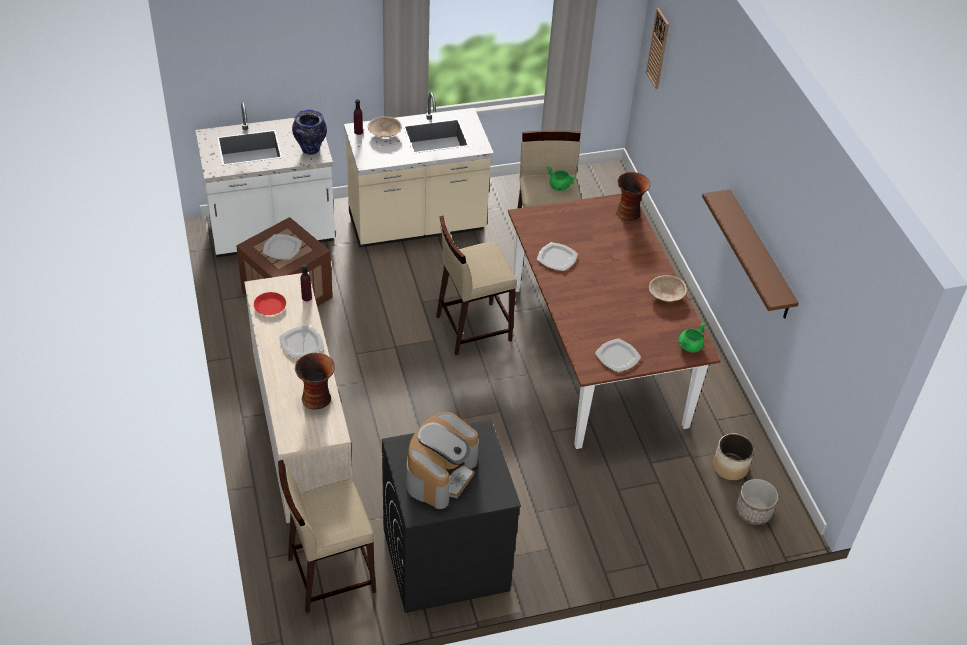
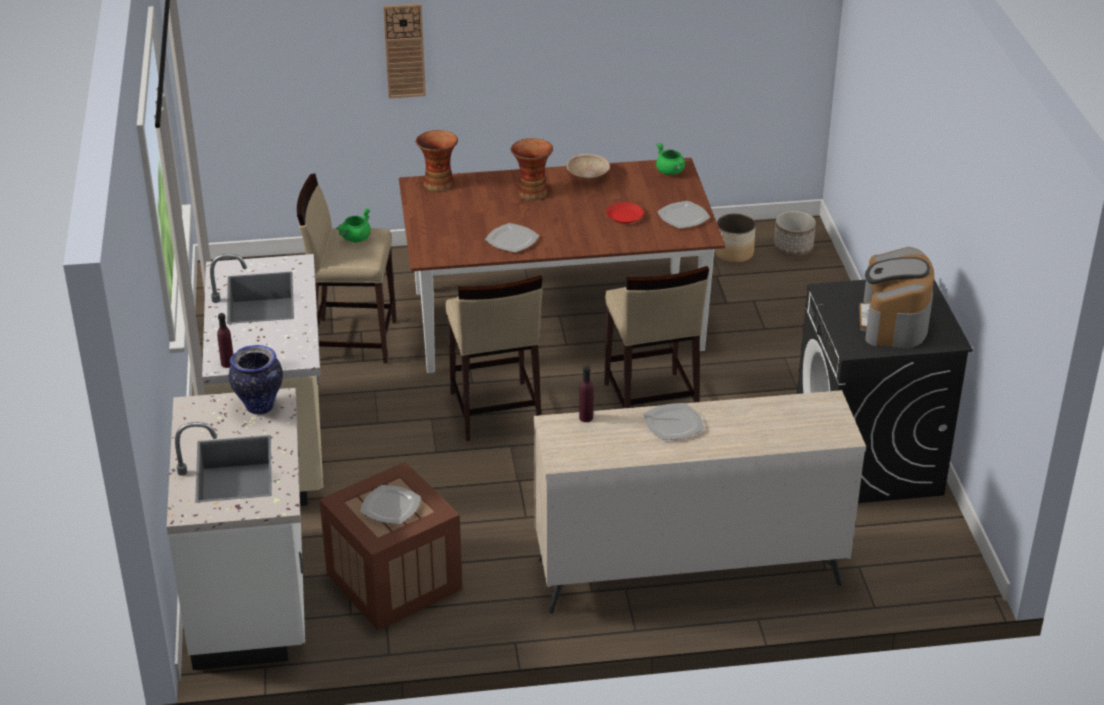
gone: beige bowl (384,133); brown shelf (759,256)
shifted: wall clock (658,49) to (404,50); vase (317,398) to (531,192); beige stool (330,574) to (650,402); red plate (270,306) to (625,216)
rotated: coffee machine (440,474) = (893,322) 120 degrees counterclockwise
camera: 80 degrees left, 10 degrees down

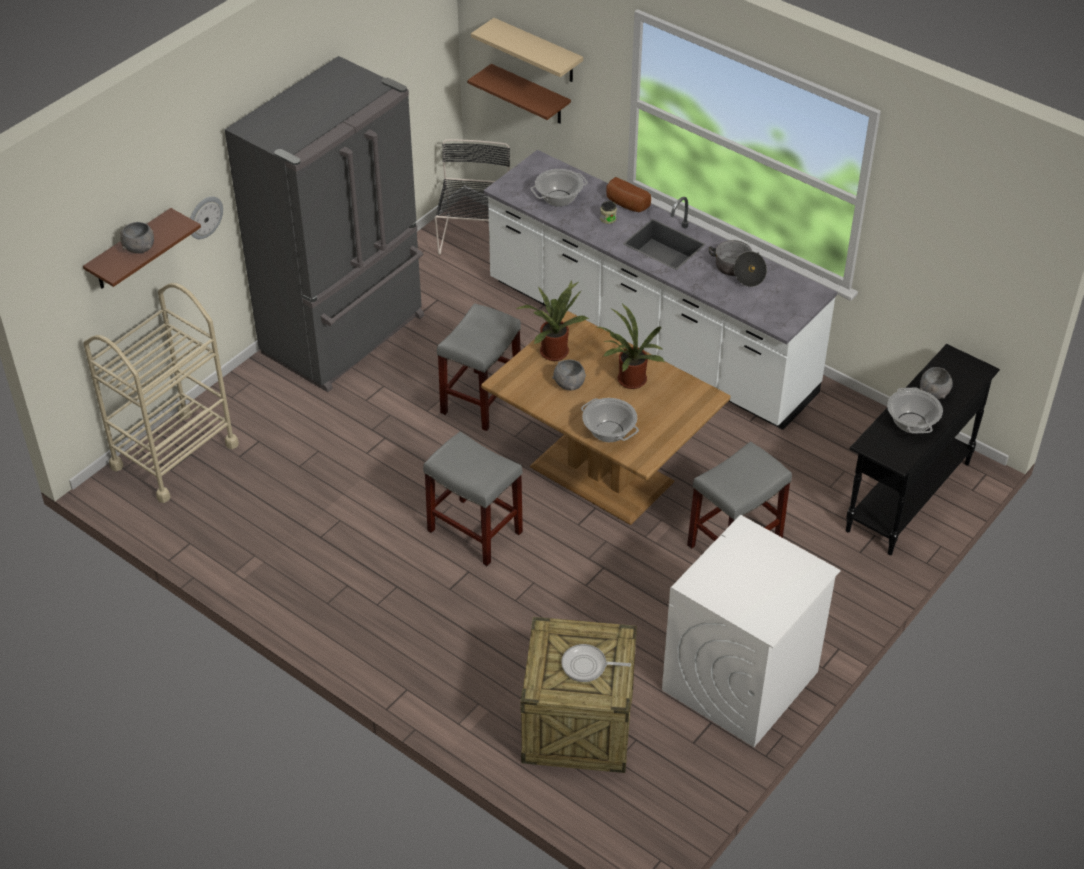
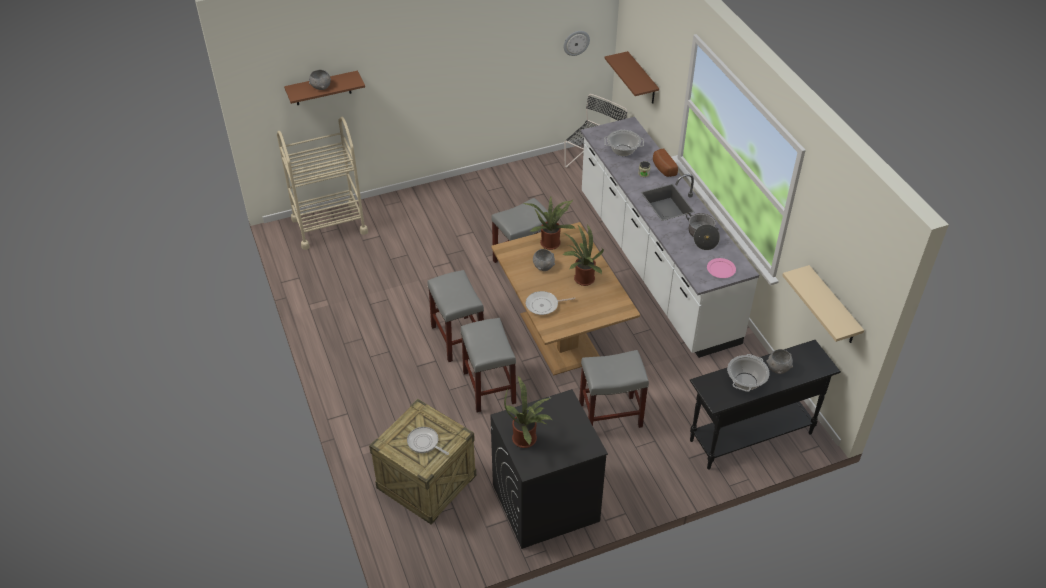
gone: grey fridge (346,336)
new: grey stool (488,387); potted plant (527,439); pink plate (720,269)
shifted: wall clock (204,217) to (576,42); beige shelf (538,51) to (833,306)
swapped: cooking pot (609,432) to frying pan (544,305)
repainted: white washing machine (740,681) to black washing machine (545,503)
camera: 30 degrees right, 0 degrees up

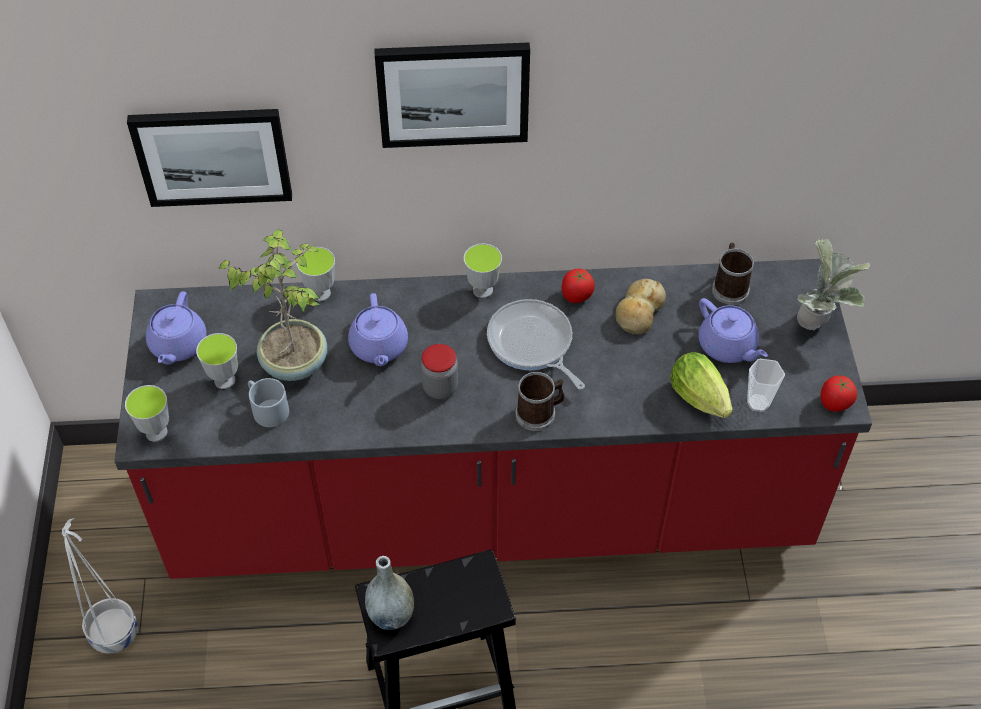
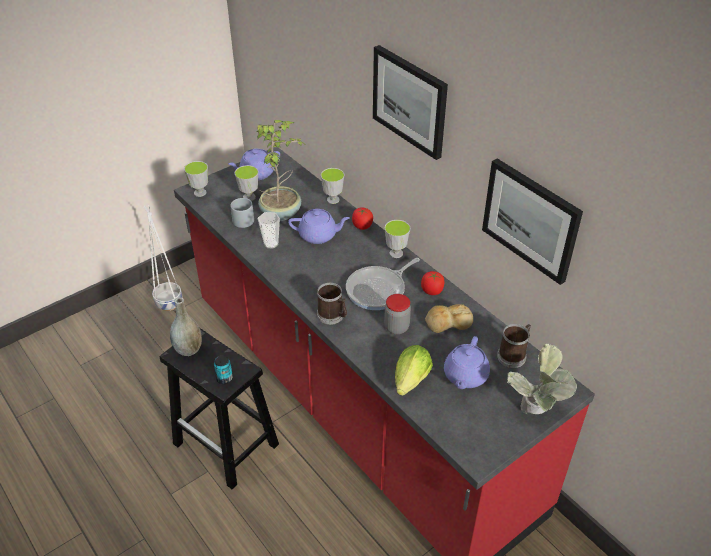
new: can (224,378)
shifted: cup (758,403) to (271,244); tomato (834,403) to (362,226); jar (440,387) to (396,327); picture (213,155) to (531,219)
rotated: purple teapot (379,347) = (318,235) 135 degrees counterclockwise; frying pan (532,344) = (378,290) 150 degrees counterclockwise
camera: 55 degrees right, 10 degrees down

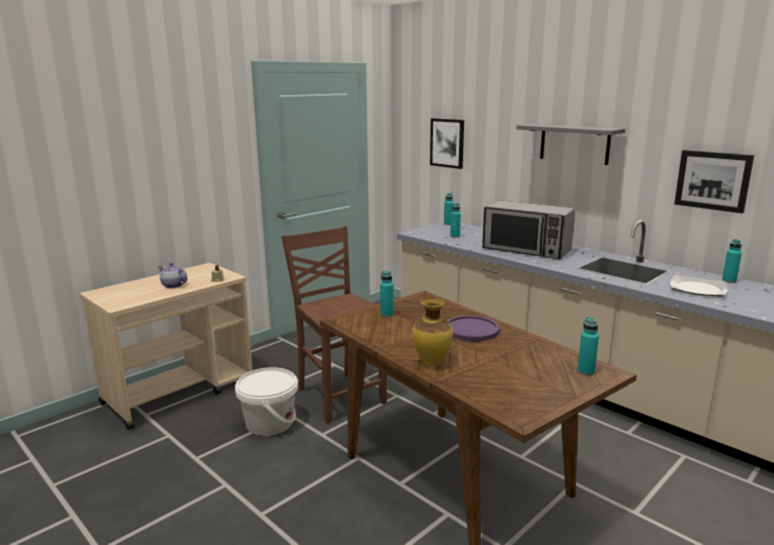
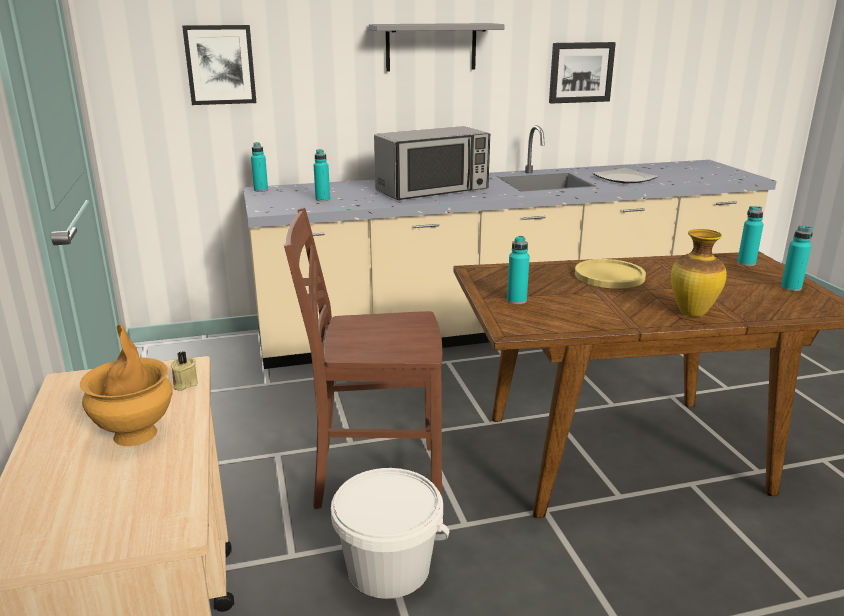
shifted: turquoise bottle (729,281) to (791,287)
swapped: teapot (173,285) to brown vase (136,435)
repainted: purple plate (471,330) to yellow plate (609,276)
camera: 60 degrees left, 5 degrees up

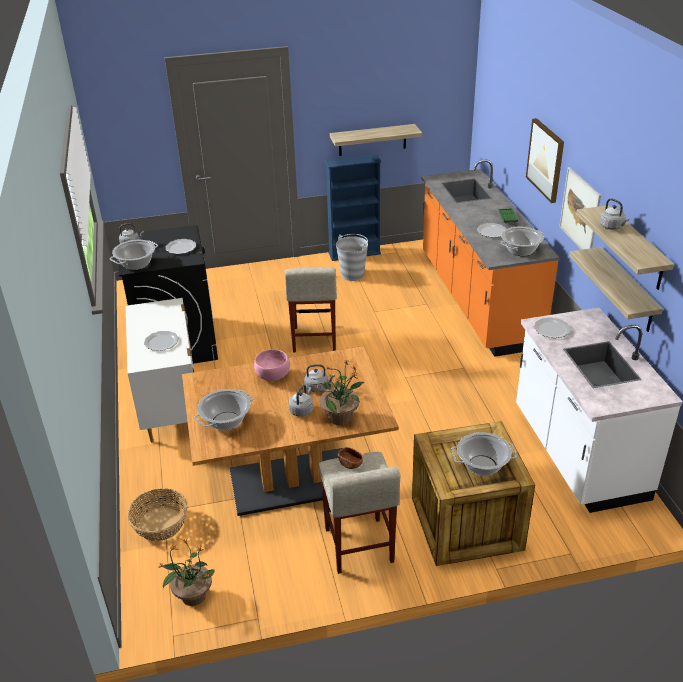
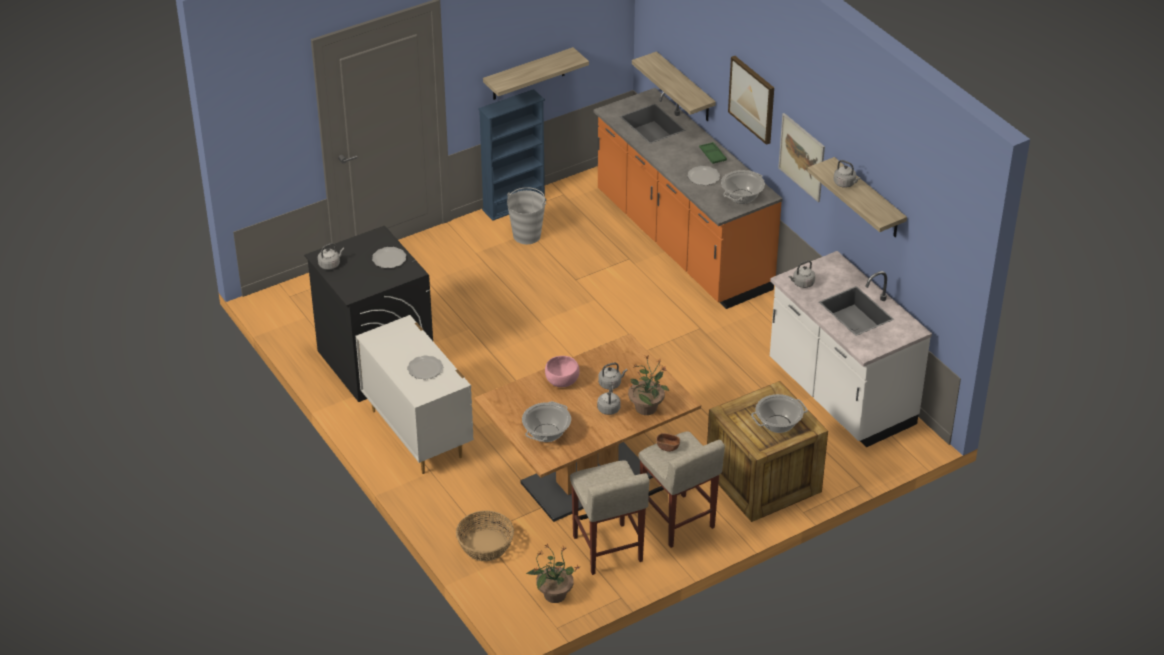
gone: cooking pot (136,264)
shifted: beige stool (314,339) to (607,549); shelf (627,290) to (685,88)
swapped: plate (551,329) to grey kettle (802,283)
camera: 20 degrees left, 5 degrees up

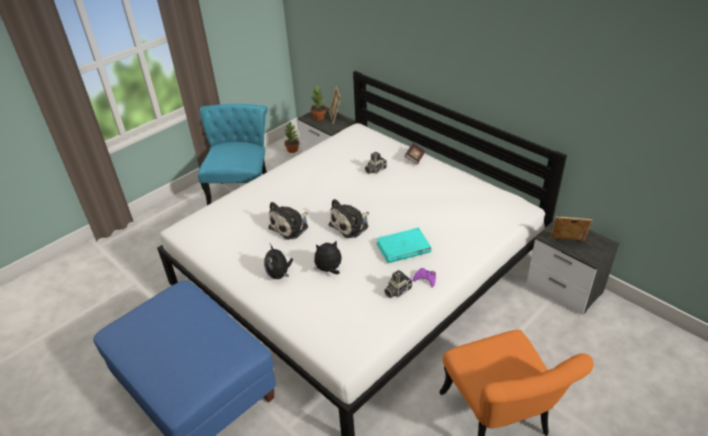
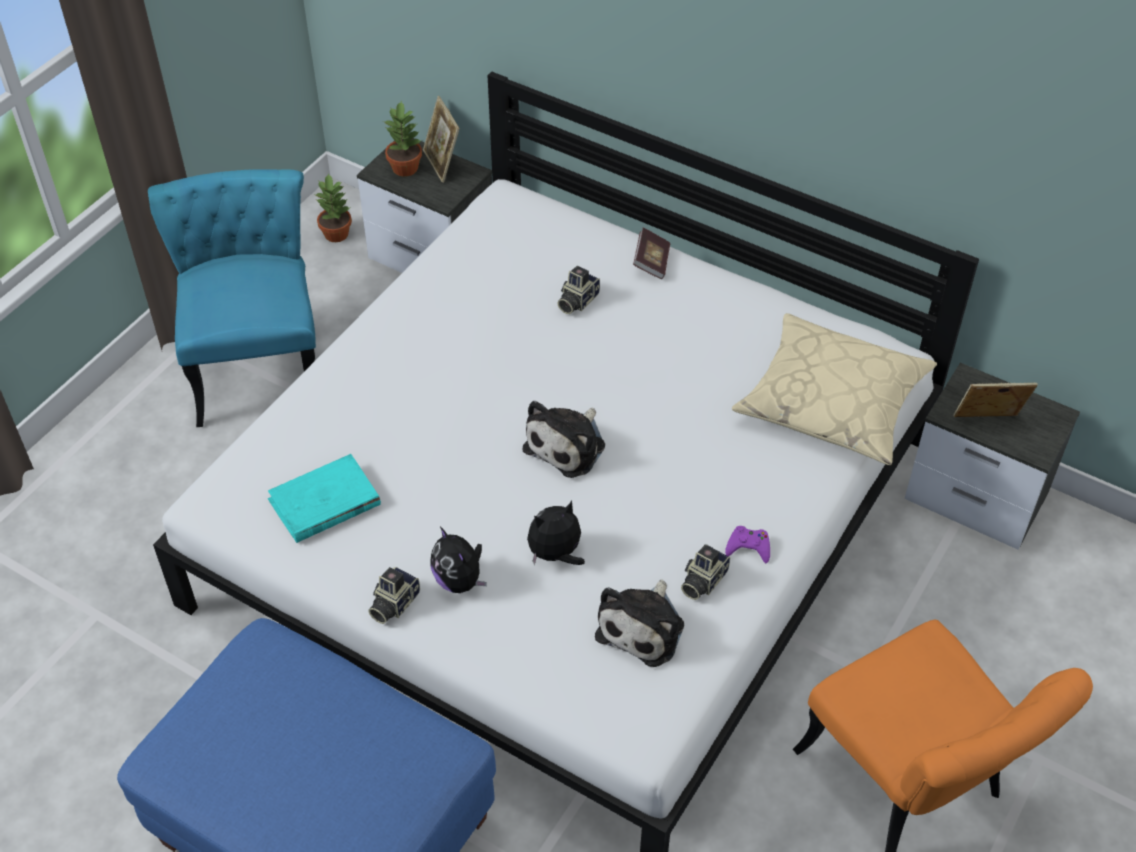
new: photo camera (393,604); beige pillow (832,402)
shifted: turquoise book (403,248) to (324,503); plush toy (290,226) to (643,627)
camera: 15 degrees left, 10 degrees up

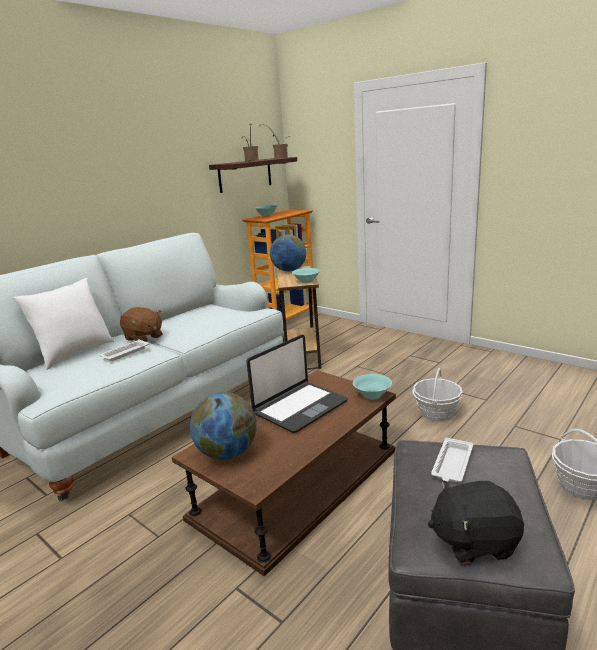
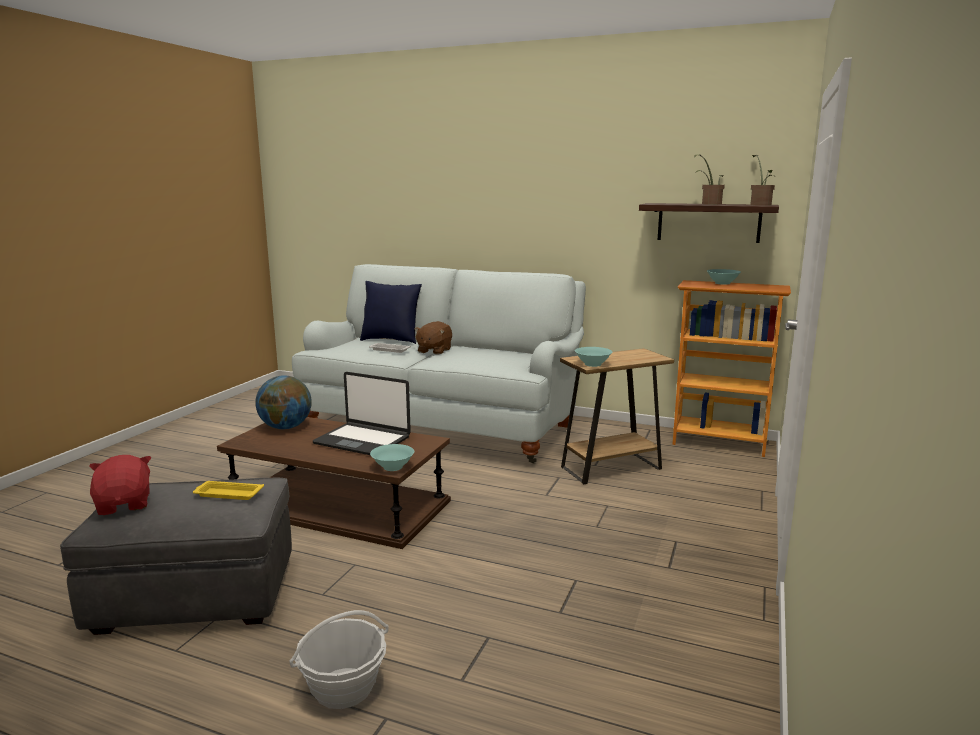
gone: globe (289,270); basket (436,413)
repainted: black plush toy (474,540) to red plush toy (125,504); white tray (452,464) to yellow tray (227,494); white pillow (75,353) to blue pillow (391,340)
camera: 70 degrees right, 5 degrees down

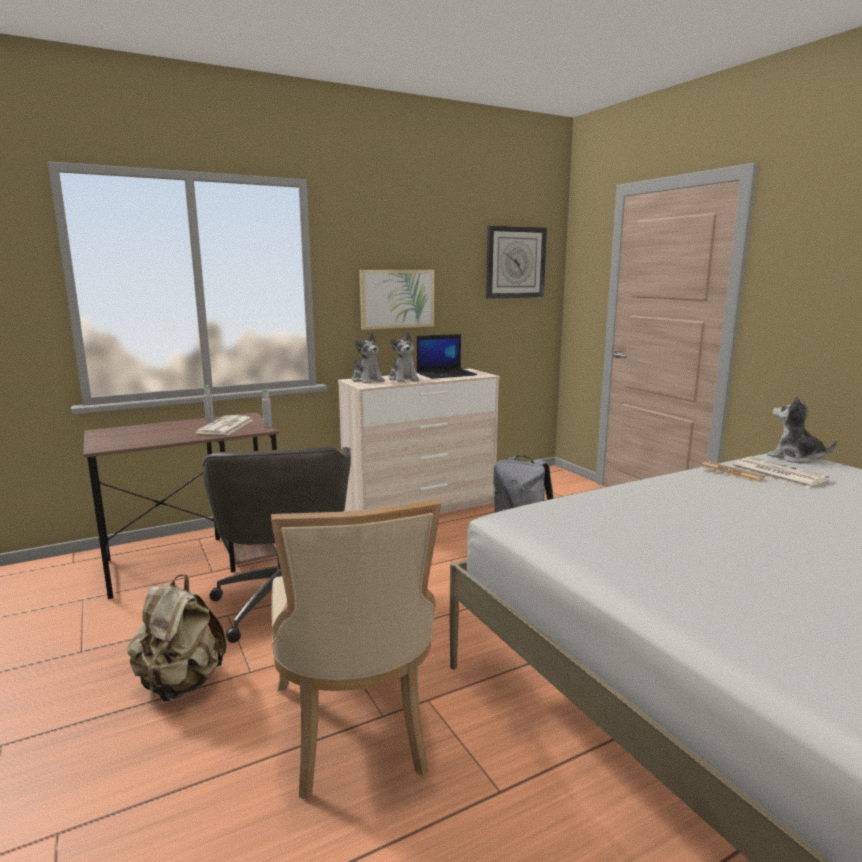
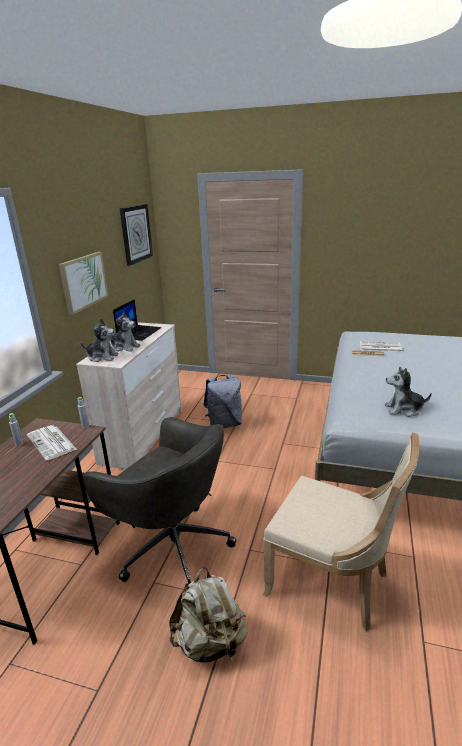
shifted: plush toy (795,458) to (404,409)
camera: 45 degrees left, 10 degrees up

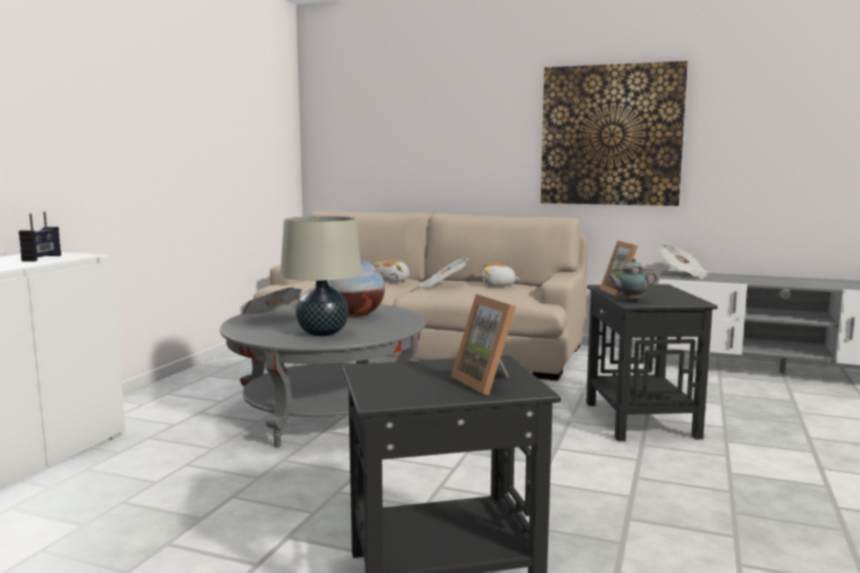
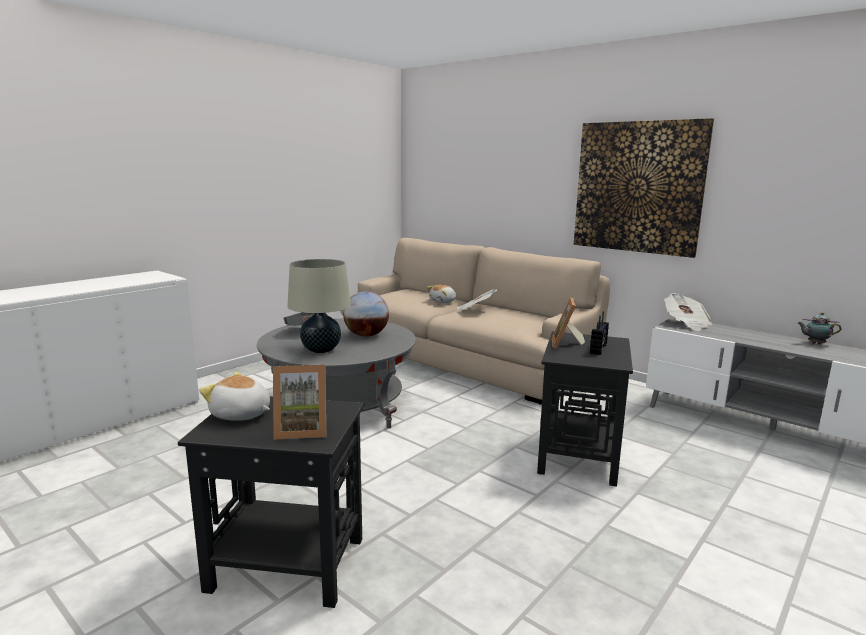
shifted: plush toy (498,285) to (240,415); radio (42,258) to (599,349); teapot (629,301) to (814,343)
rotated: picture frame (488,383) = (301,430) 90 degrees counterclockwise
camera: 20 degrees right, 5 degrees up

